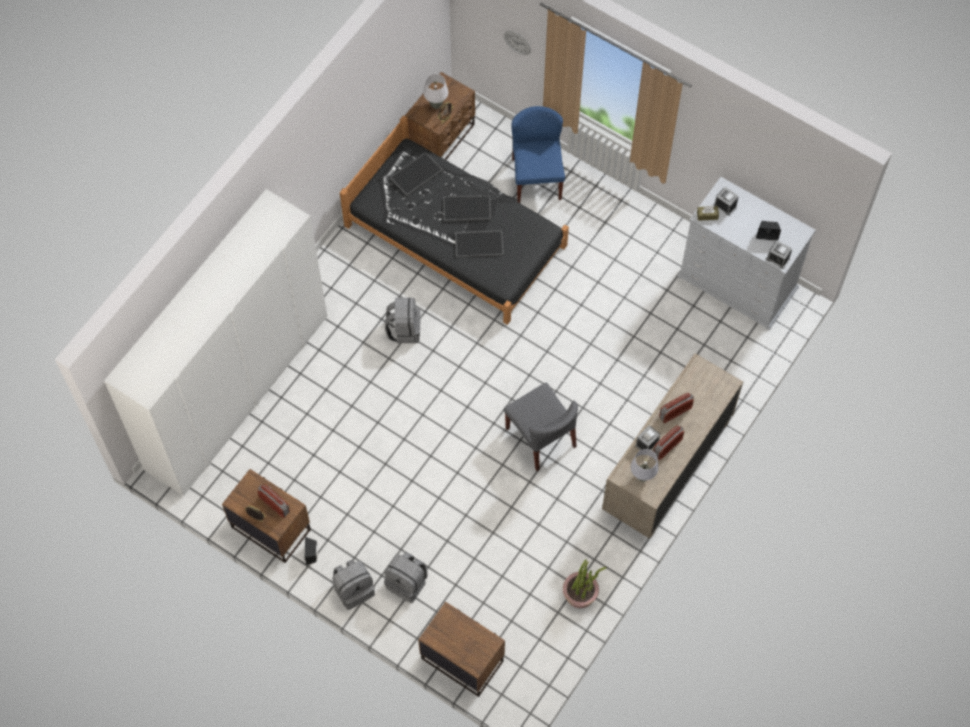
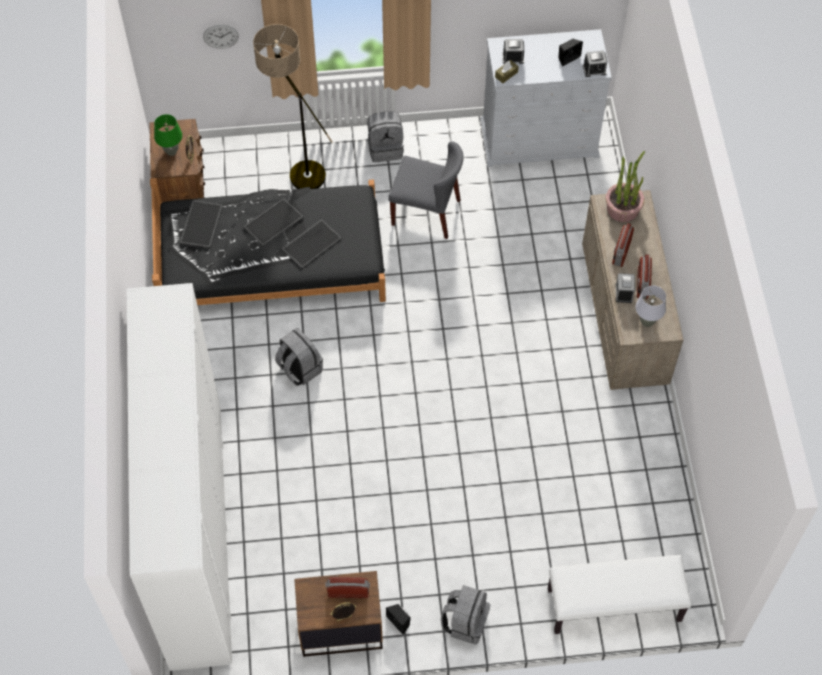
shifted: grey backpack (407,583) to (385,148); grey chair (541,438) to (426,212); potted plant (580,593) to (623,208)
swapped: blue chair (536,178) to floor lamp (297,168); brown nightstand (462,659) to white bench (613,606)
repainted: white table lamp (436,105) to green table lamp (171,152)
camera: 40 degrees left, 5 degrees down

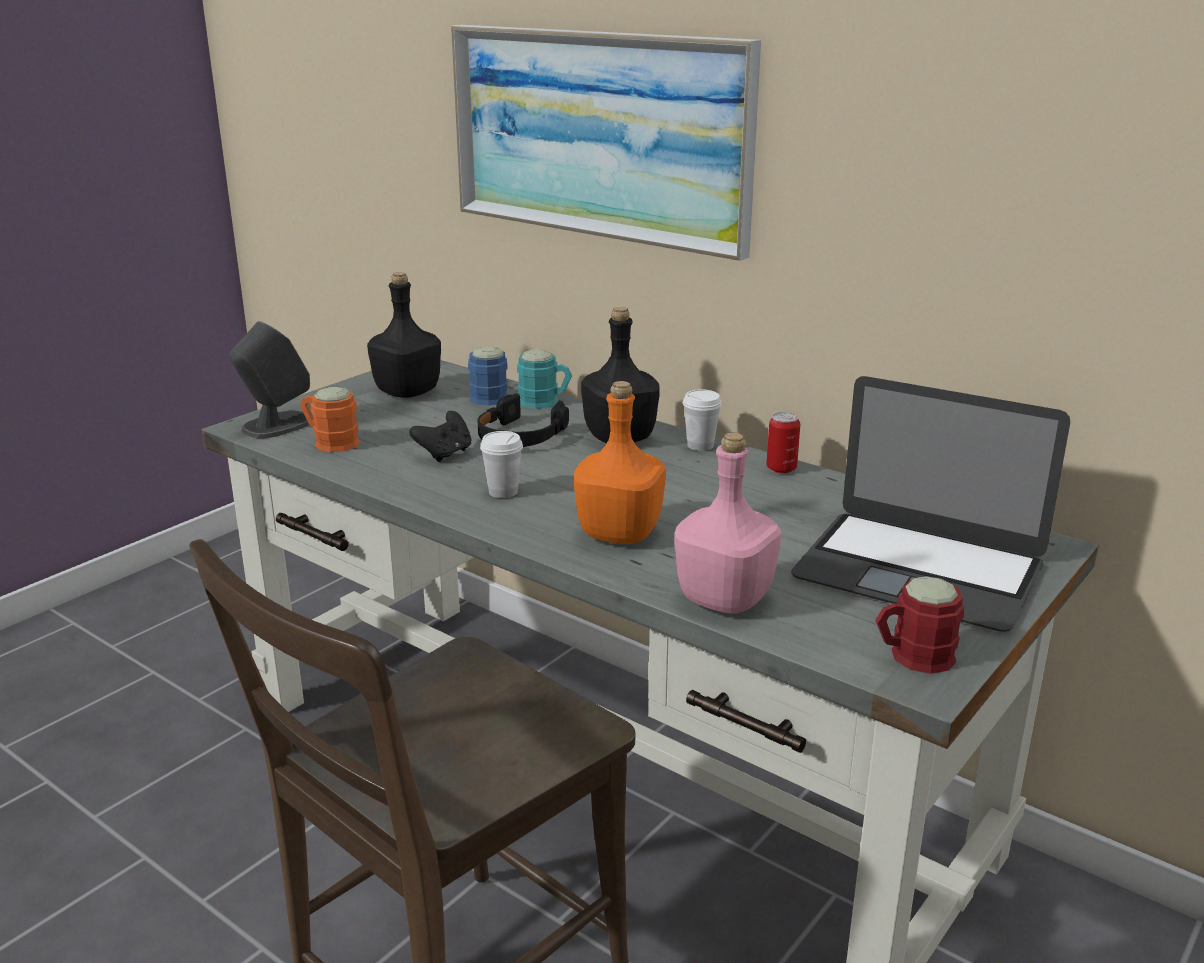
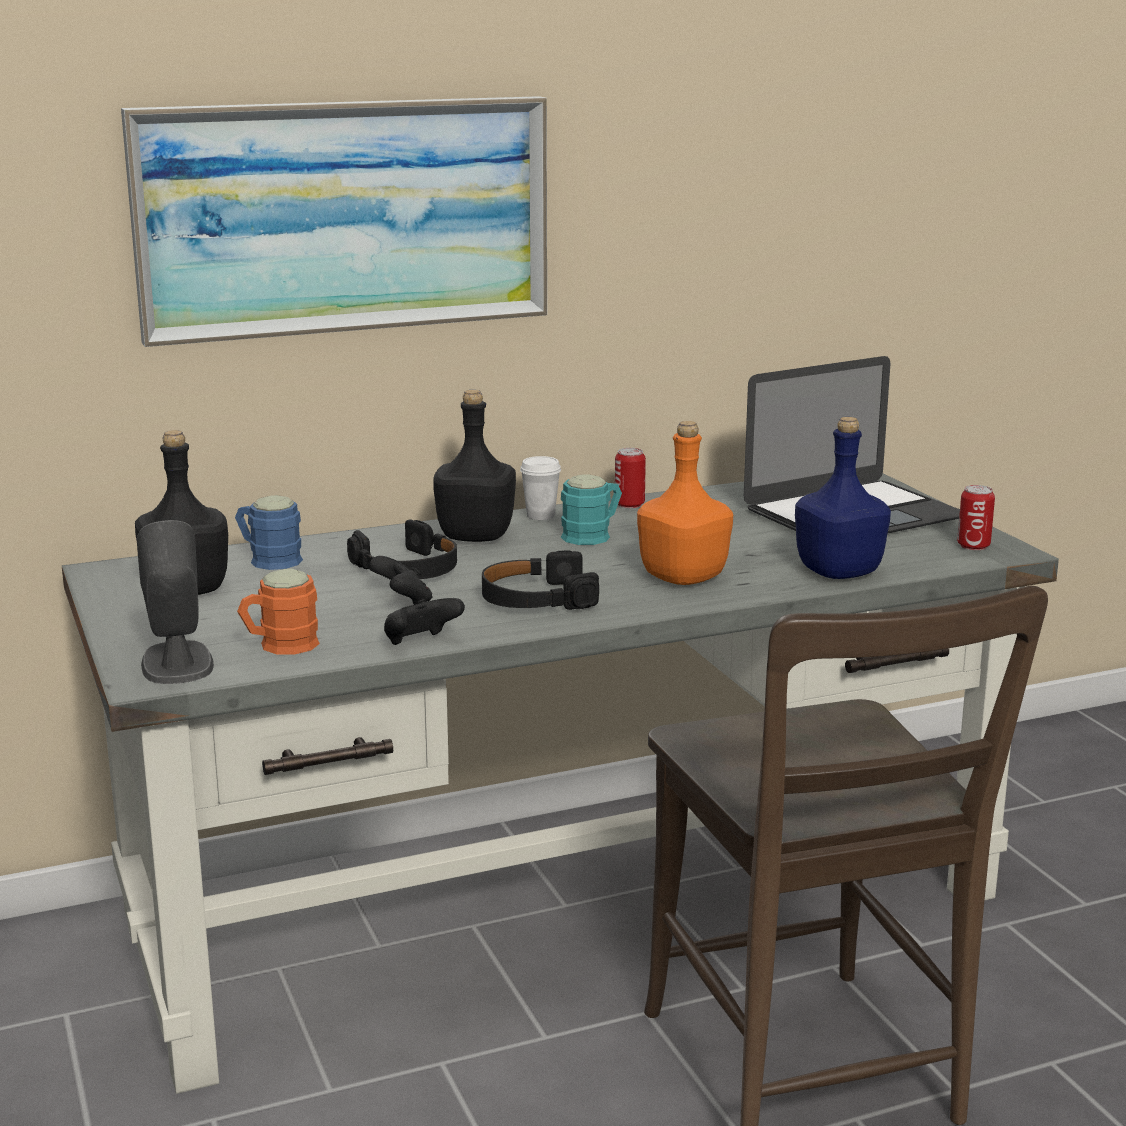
new: black game controller (420,643)
shifted: turquoise mug (545,402) to (593,535)
swapped: white cup (503,492) to black headphones (537,598); red mug (912,657) to can (973,546)
repainted: pink bottle (724,600) to blue bottle (840,572)
camera: 60 degrees left, 5 degrees down

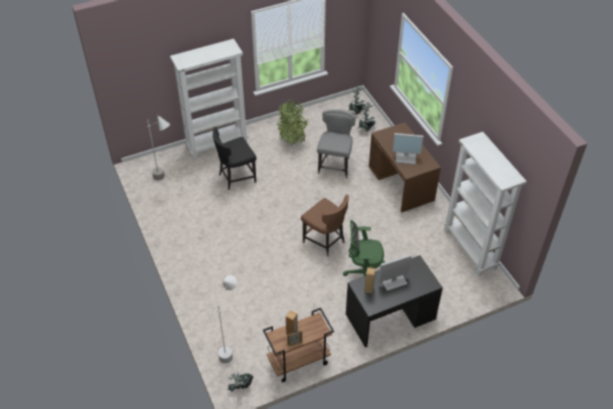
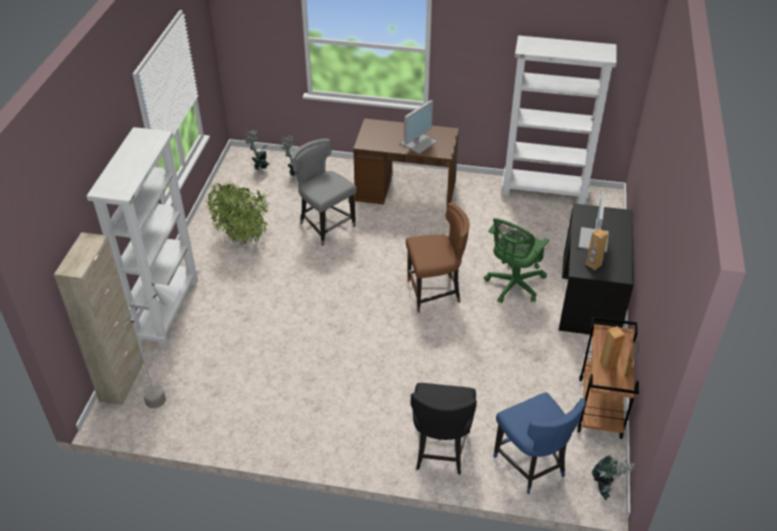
new: beige cabinet (122,381)
shifted: black chair (236,177) to (440,451)
swapped: white floor lamp (230,347) to blue chair (531,466)
camera: 55 degrees left, 5 degrees down

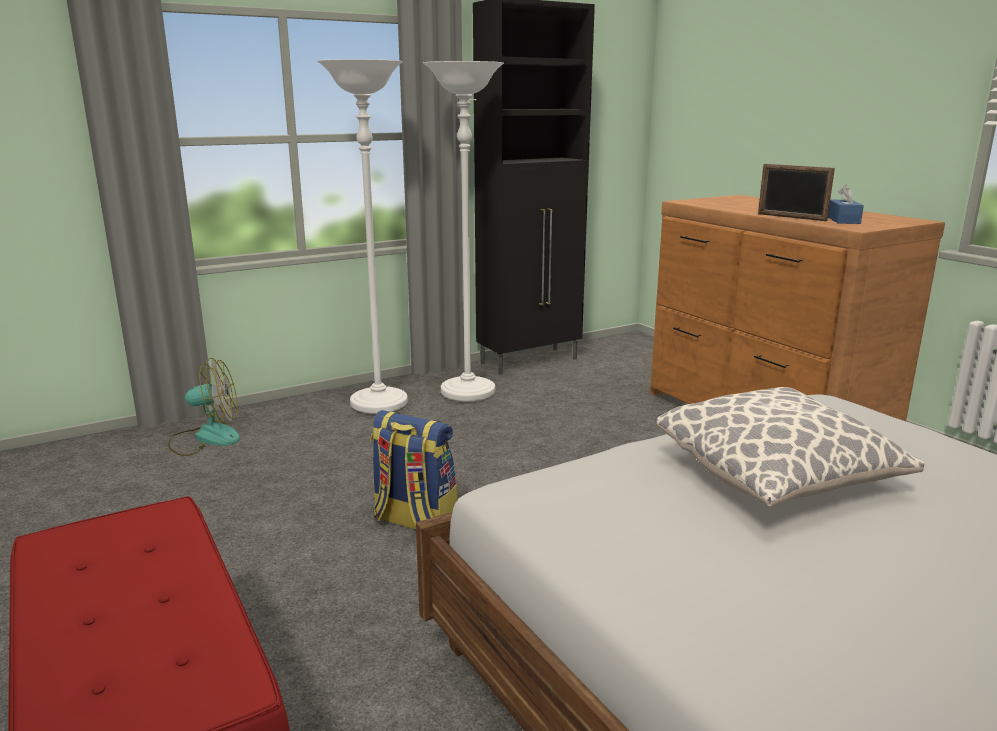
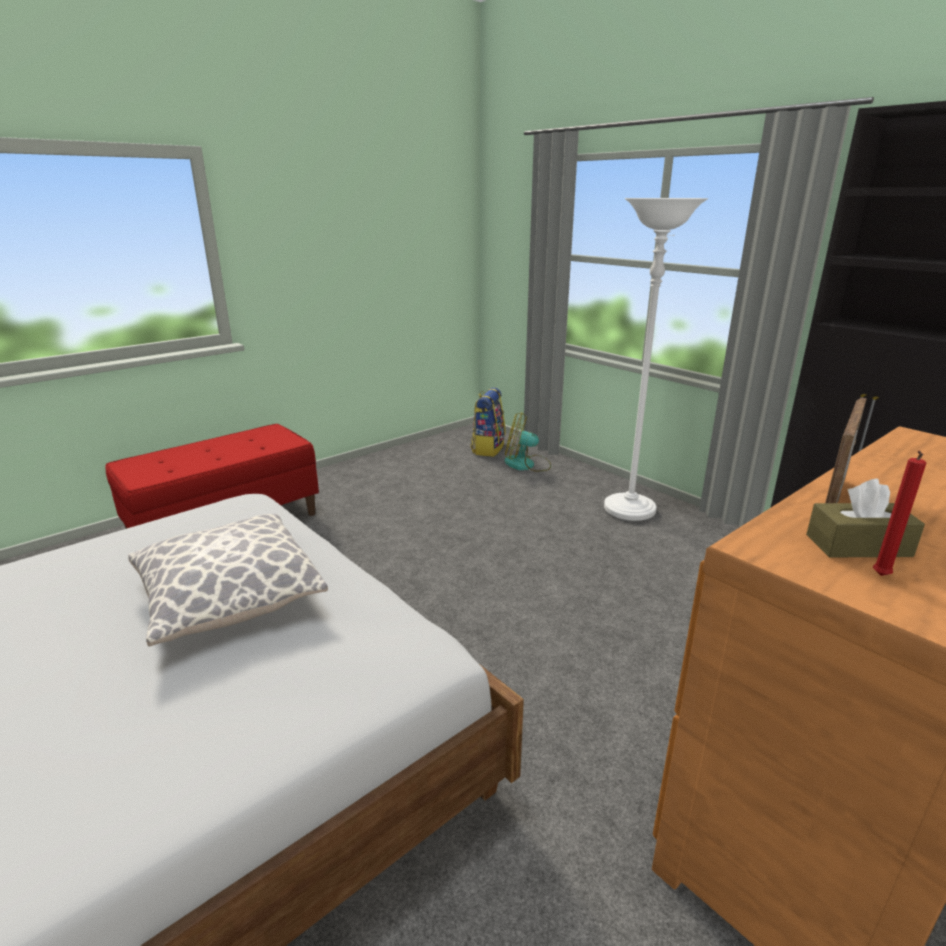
gone: white floor lamp (468,392)
new: red candle (879,577)
shifted: backpack (414,521) to (487,448)
repainted: blue tissue box (843,220) to brown tissue box (858,545)
rotated: fan (206,438) = (526,464) 120 degrees clockwise
camera: 80 degrees right, 5 degrees up

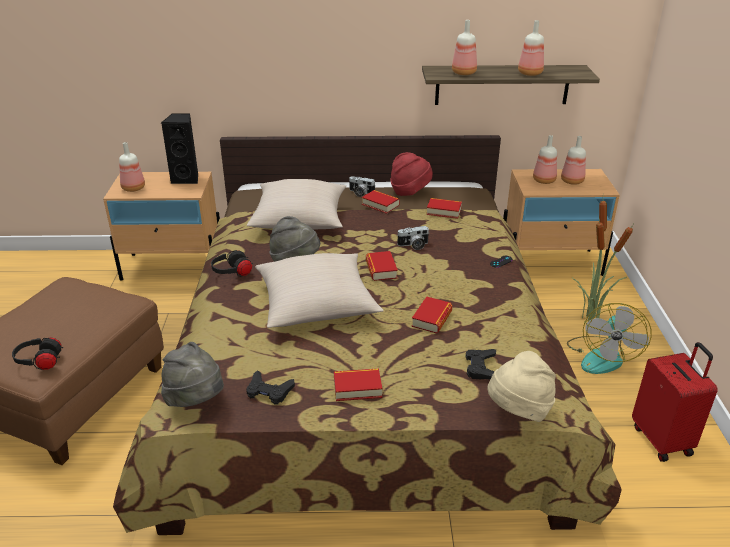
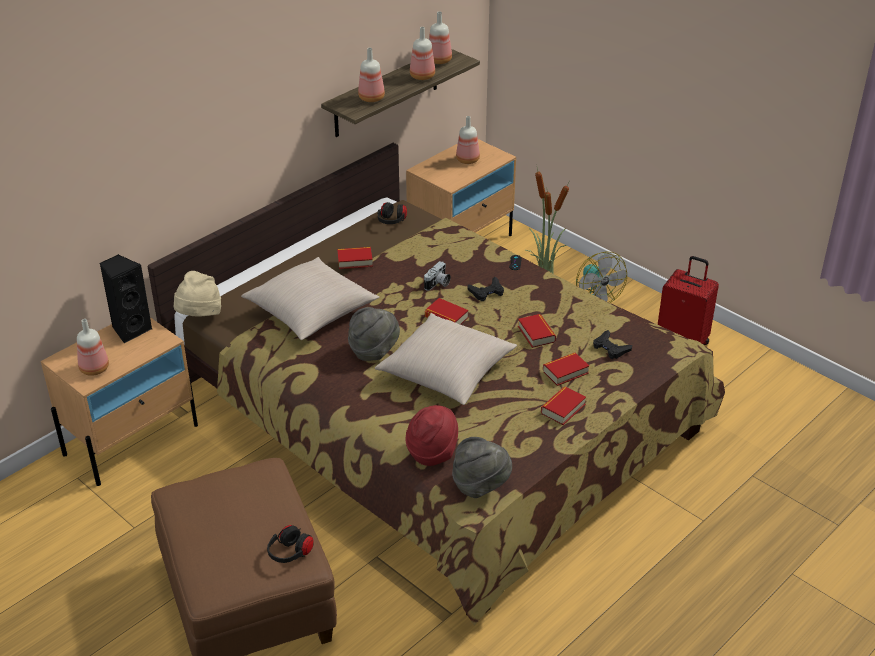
gone: photo camera (360,193)
shifted: beige hat (518,410) to (199,316); black headphones (232,273) to (392,222); red hat (410,191) to (432,451); bottle (544,181) to (440,61); black game controller (269,391) to (487,292); book (444,211) to (565,372)
camera: 45 degrees left, 5 degrees up

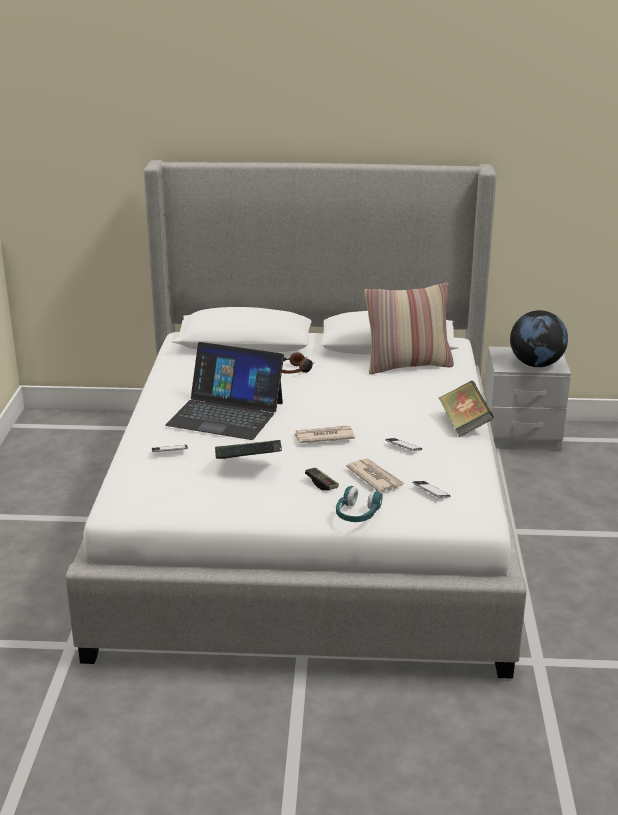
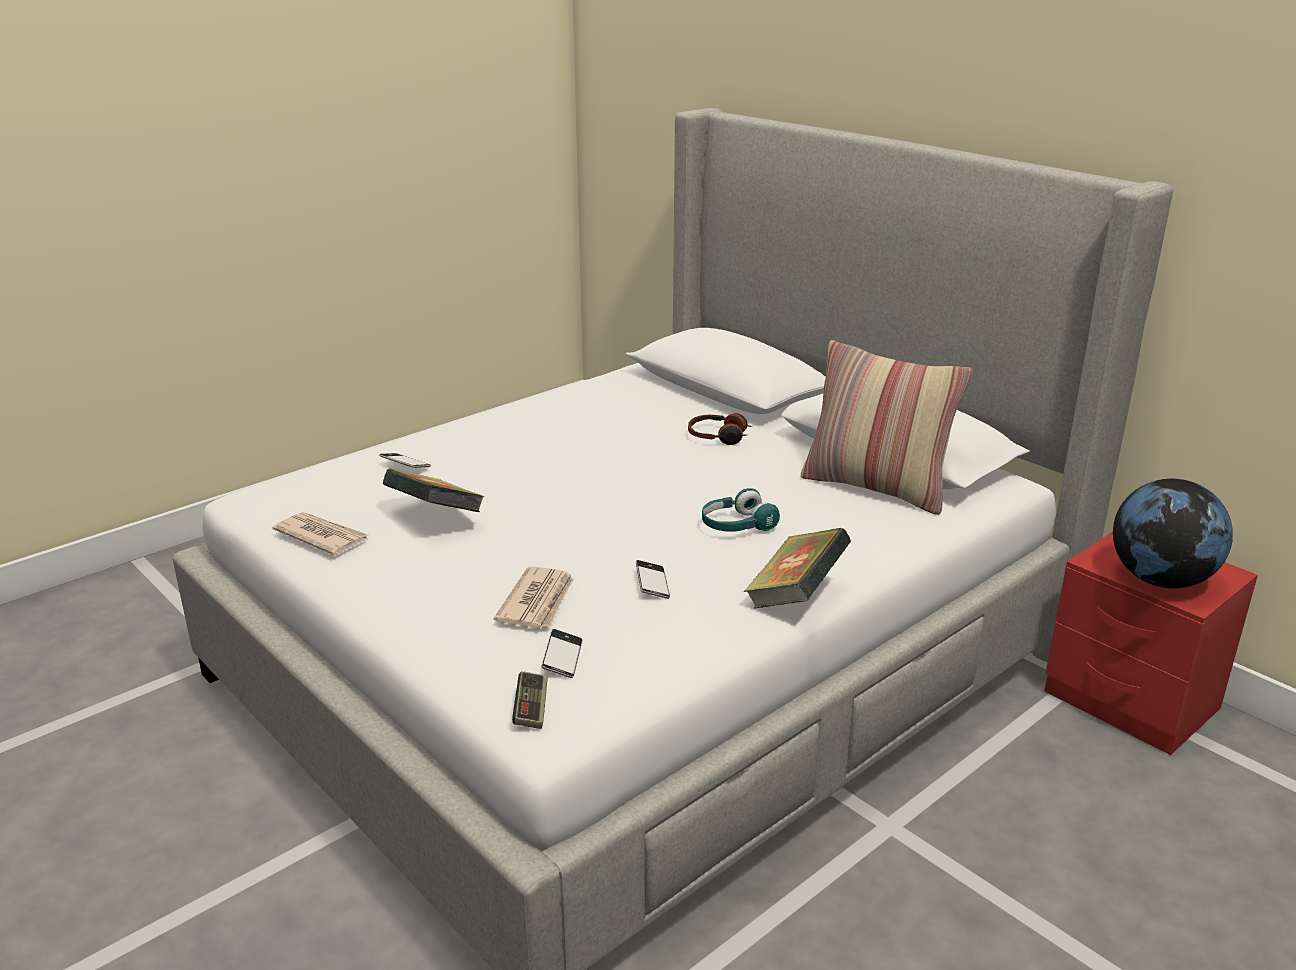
gone: laptop (226,413)
shifted: newspaper (323,437) to (321,536); game controller (321,484) to (531,709); turquoise headphones (357,514) to (737,526)
repainted: grey nightstand (520,436) to red nightstand (1130,700)
camera: 45 degrees right, 0 degrees up

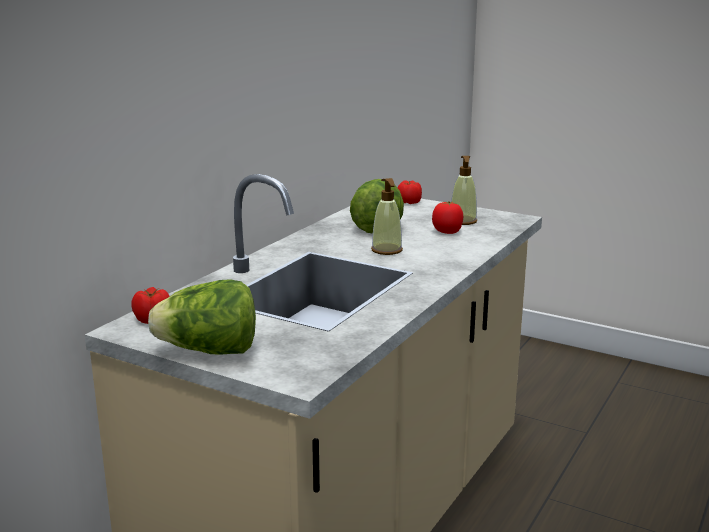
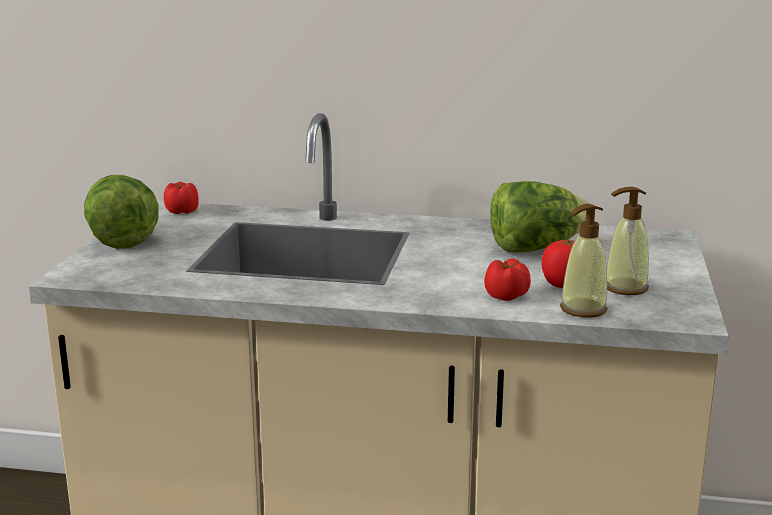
shifted: tomato (409,202) to (507,296); soap dispenser (387,250) to (583,309)
camera: 70 degrees right, 0 degrees up

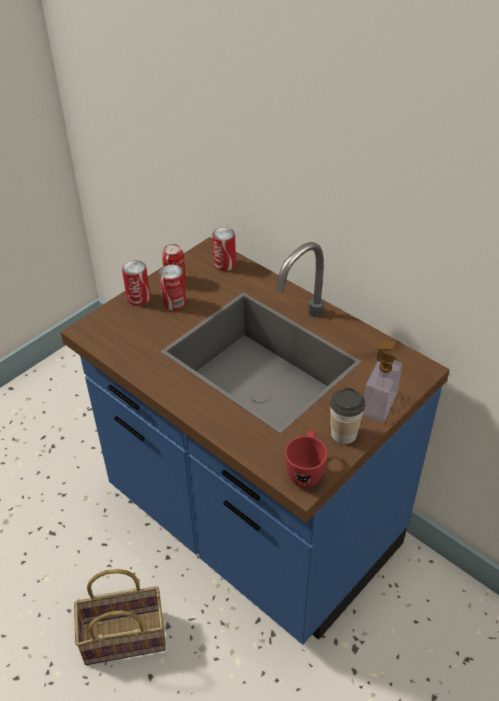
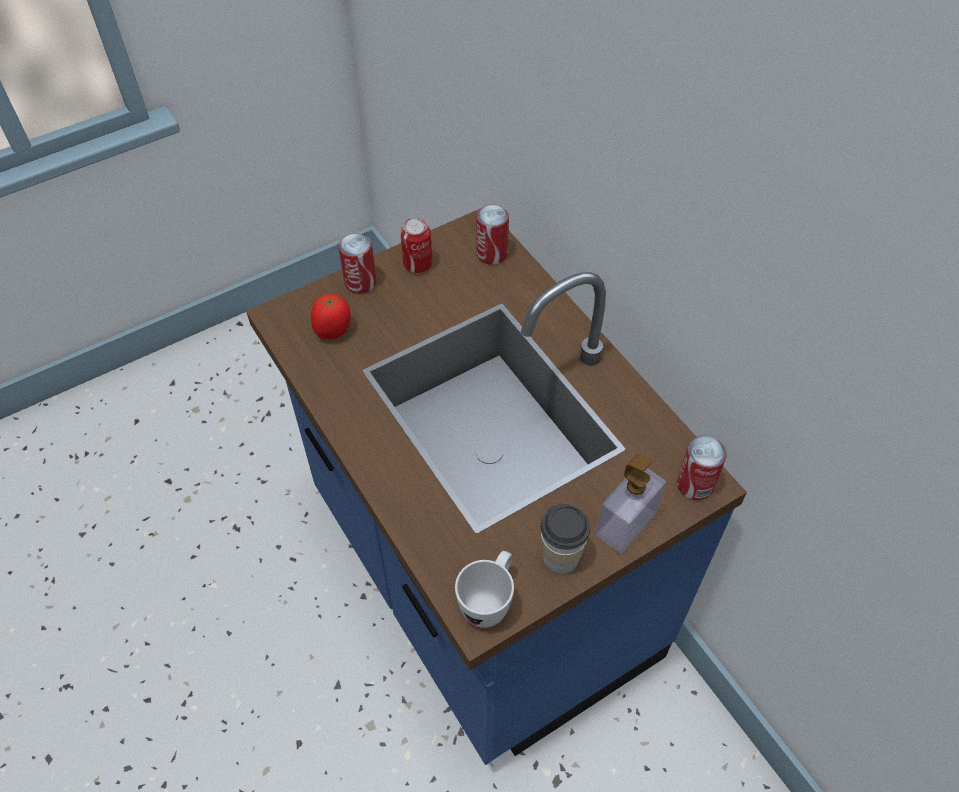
gone: basket (126,635)
new: tomato (333,331)
shifted: can (174,302) to (695,484)
repainted: red mug (305,471) to white mug (489,601)
camera: 15 degrees right, 10 degrees up

